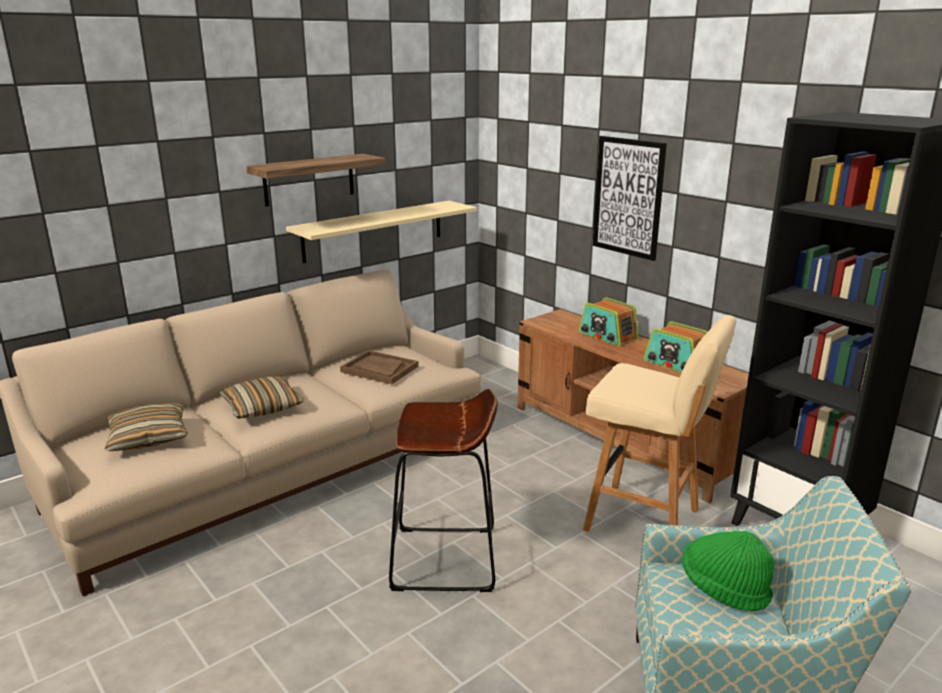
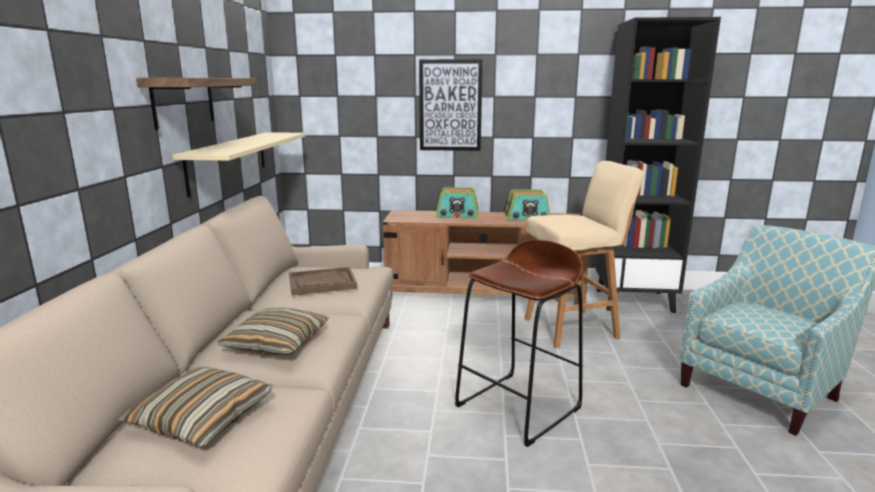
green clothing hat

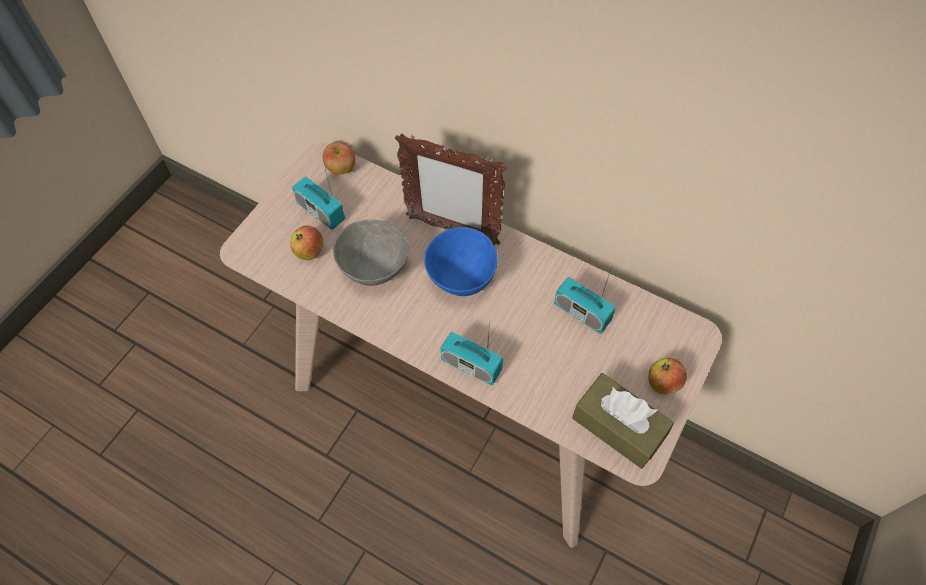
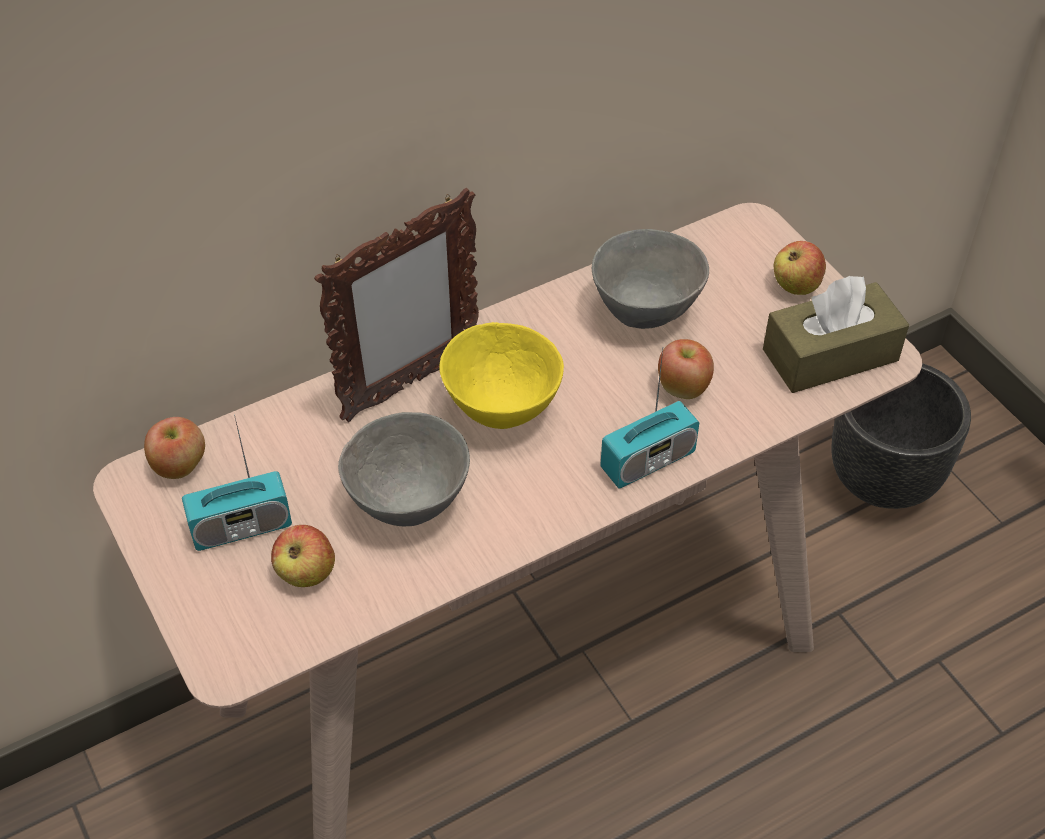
yellow serving bowl
gray serving bowl (no. 2 from left)
whole apple (no. 3 from left)
black plant pot

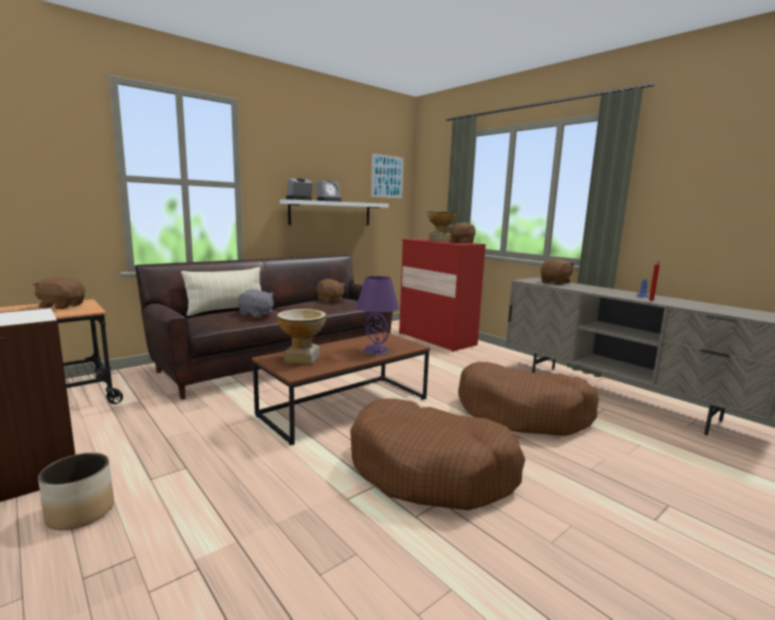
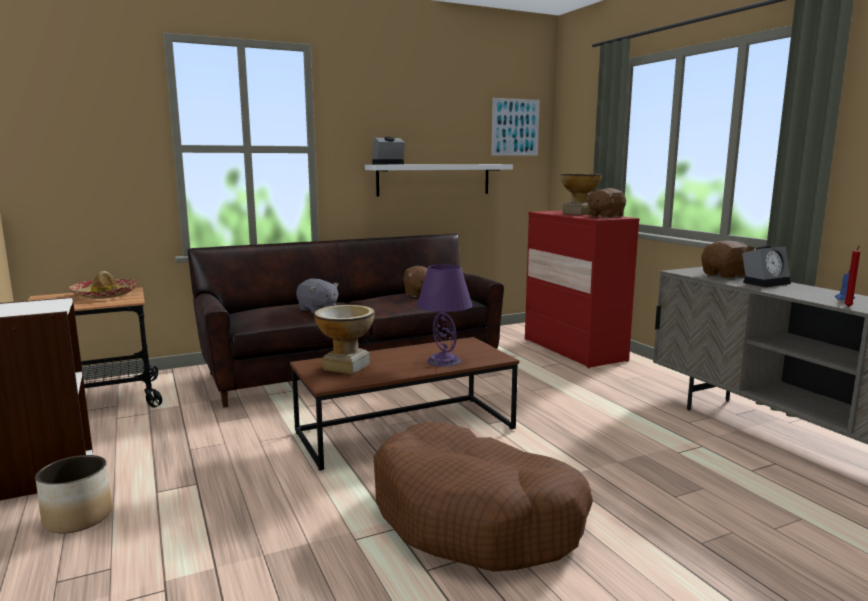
table clock (no. 2 from left)
sand-coloured cushion
clothing hat
brown-coloured dog cushion (no. 2 from left in the first image)

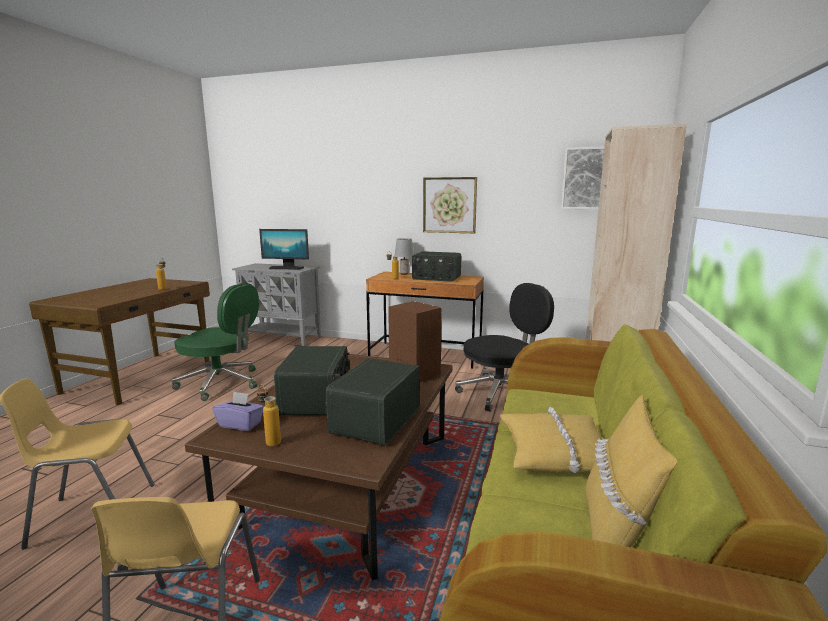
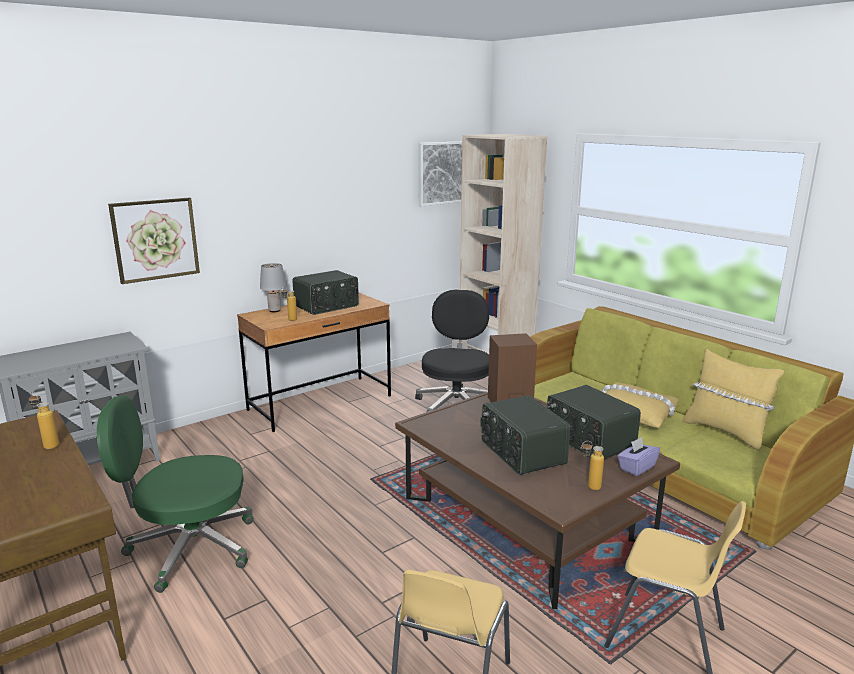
picture (no. 1 from left)
computer display
green computer chair
radio (no. 2 from left)
purplish tissue holder

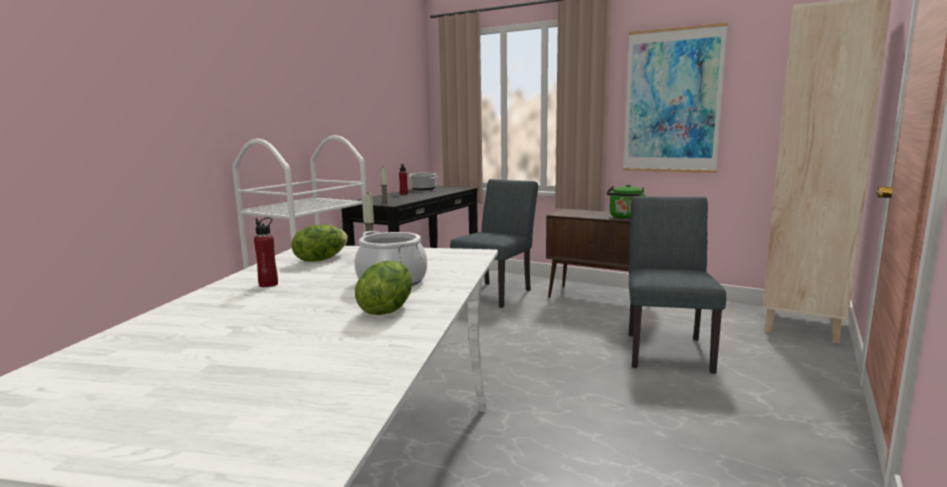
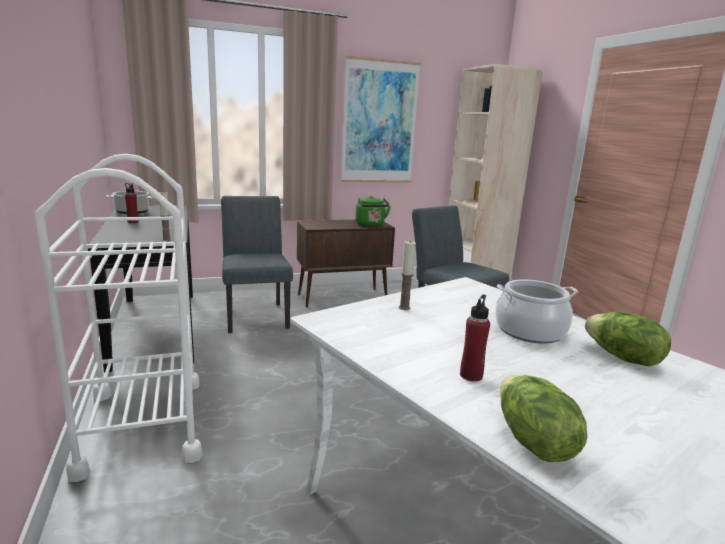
lettuce head (no. 1 from left)

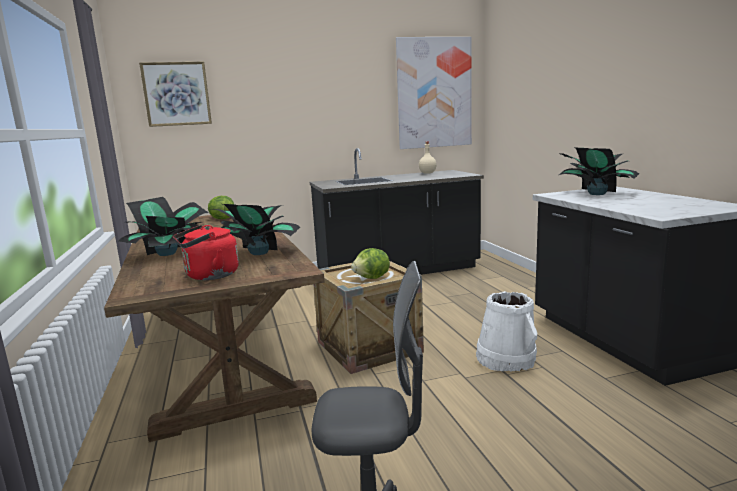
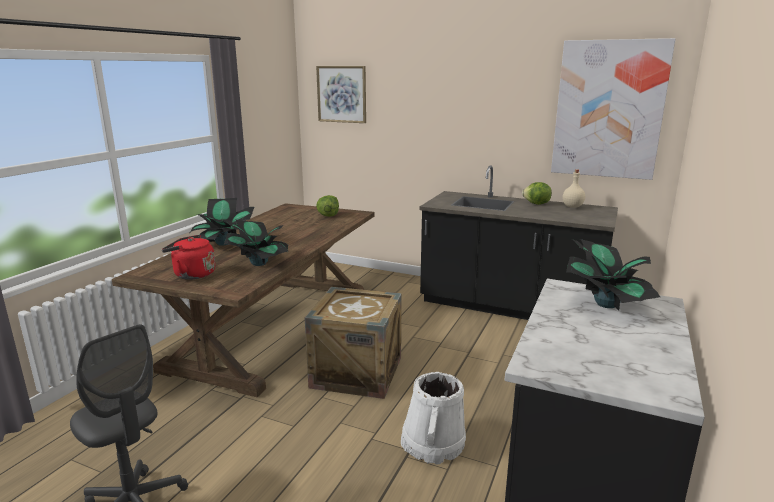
lettuce head (no. 2 from left)

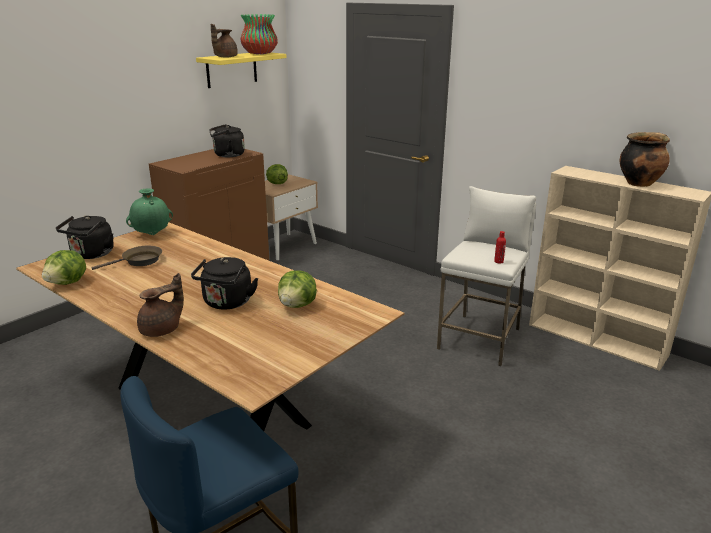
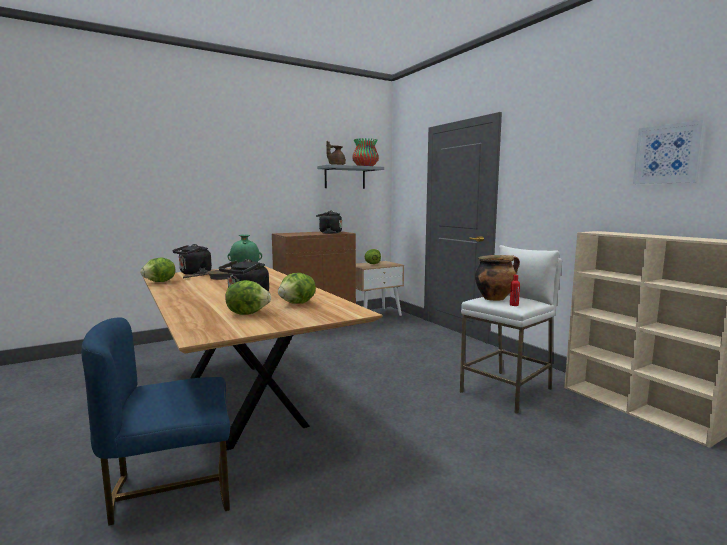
gray shelf
stockpot
brown-coloured tea pot (no. 1 from left in the first image)
picture
lettuce head (no. 2 from left)

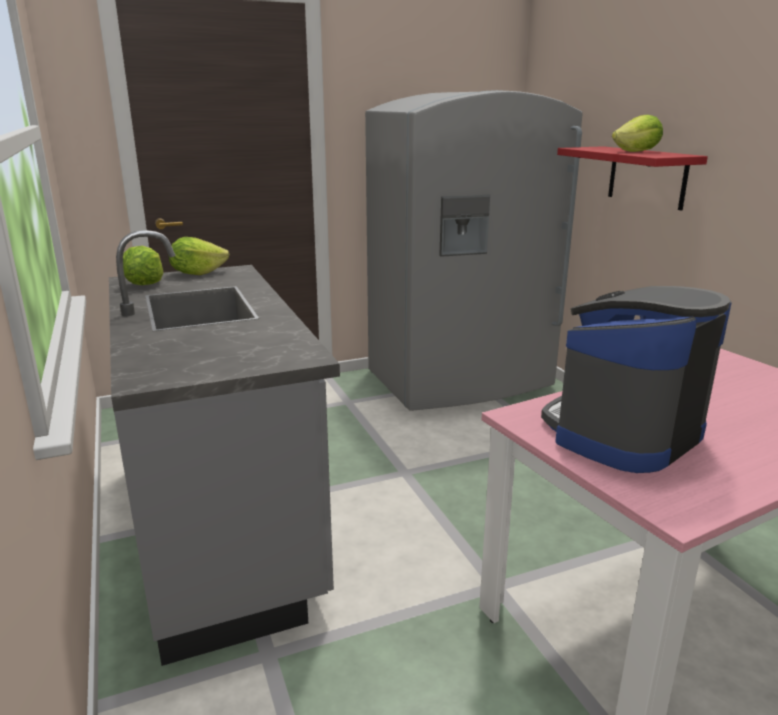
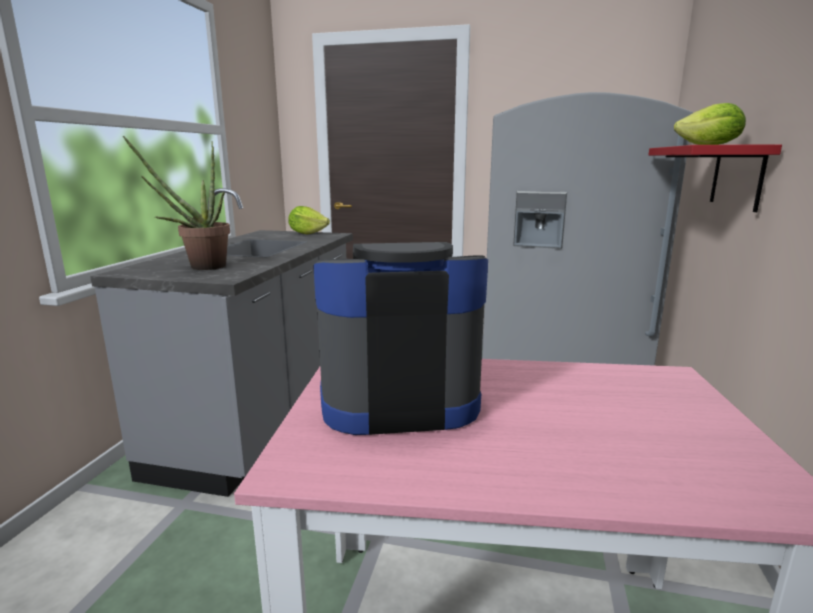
lettuce head (no. 1 from left in the first image)
plant in a pot

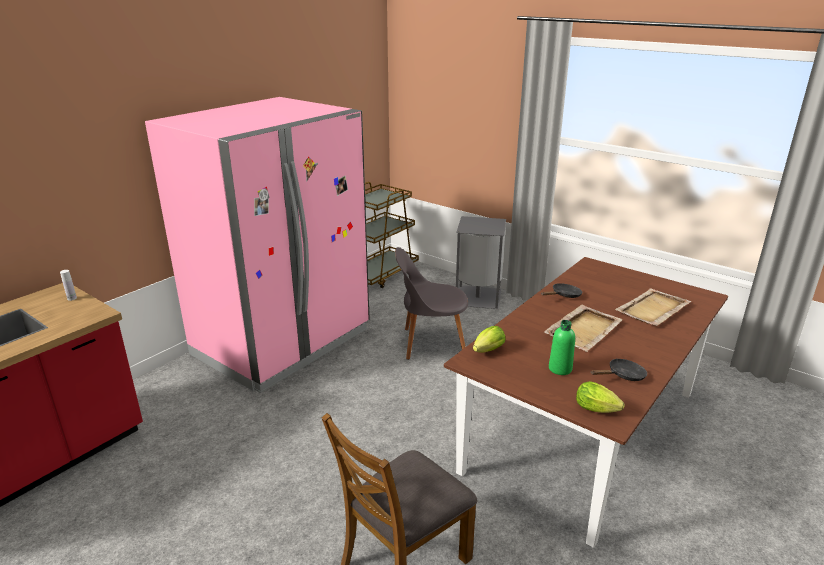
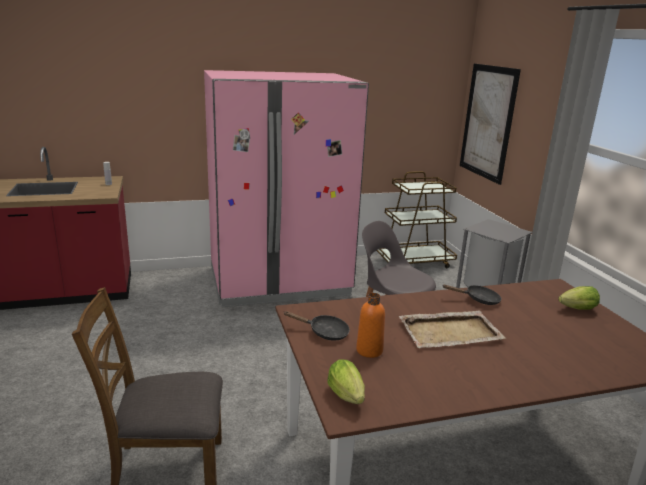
sand-coloured serving tray (no. 2 from left in the first image)
orangey beverage bottle
lettuce head (no. 2 from left)
black skillet (no. 1 from left)
picture

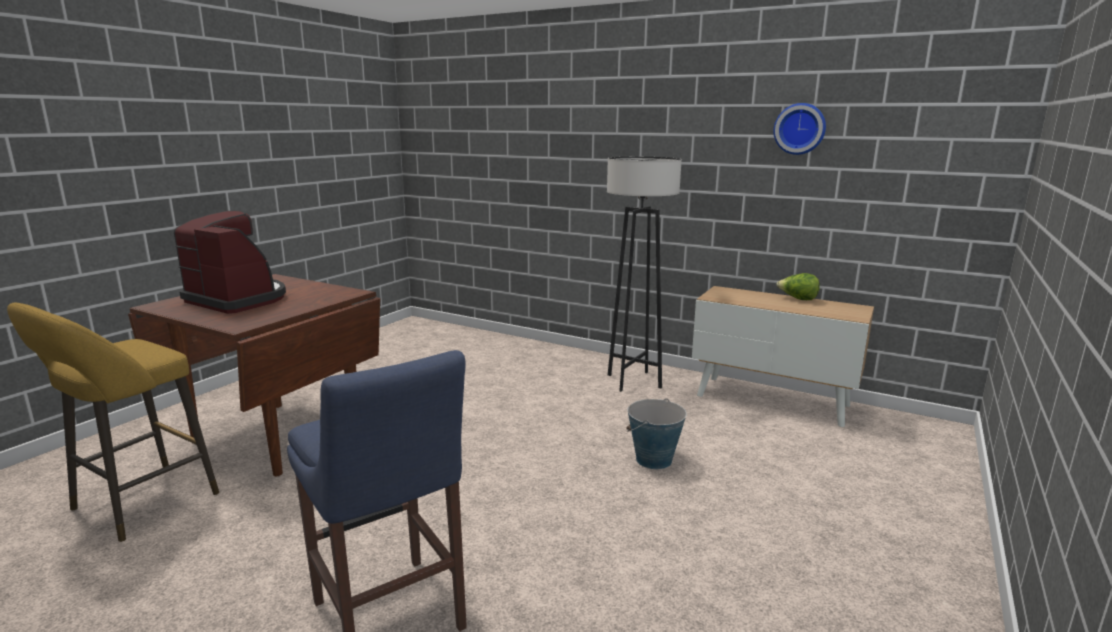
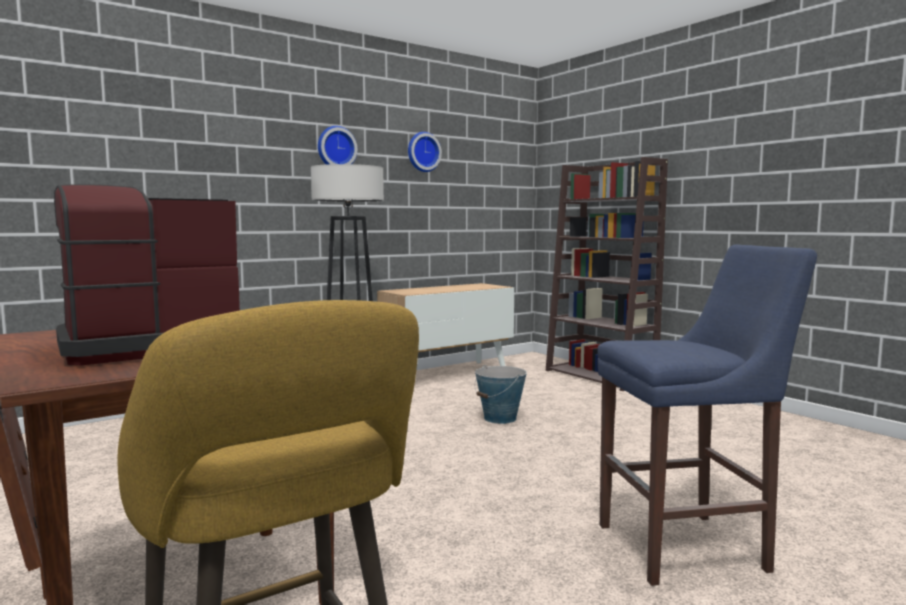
lettuce head
wall clock (no. 1 from left)
brown-coloured bookcase

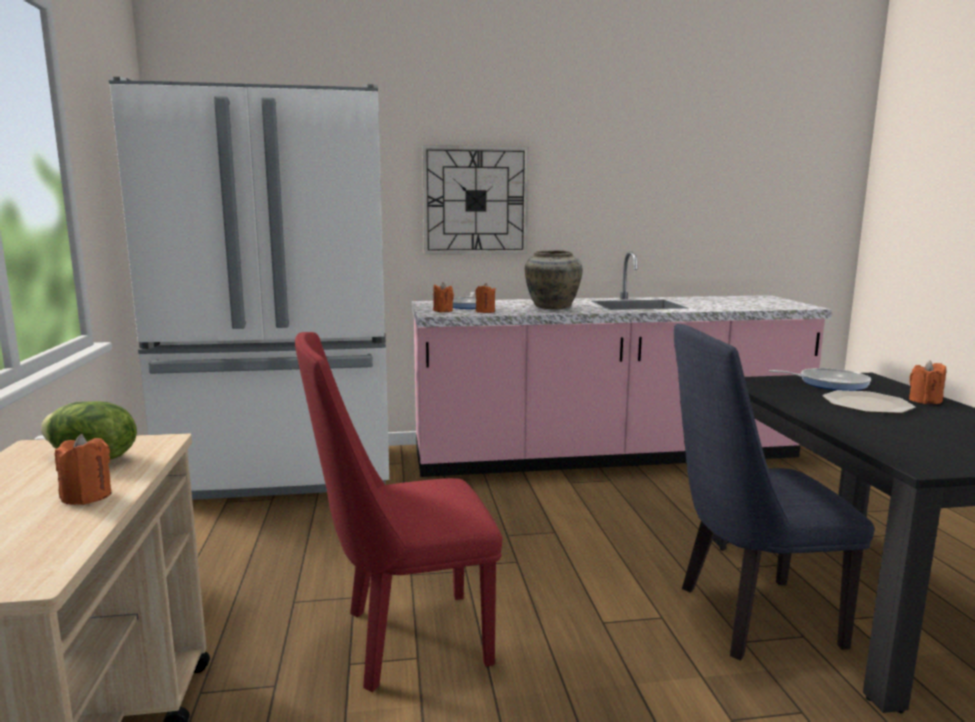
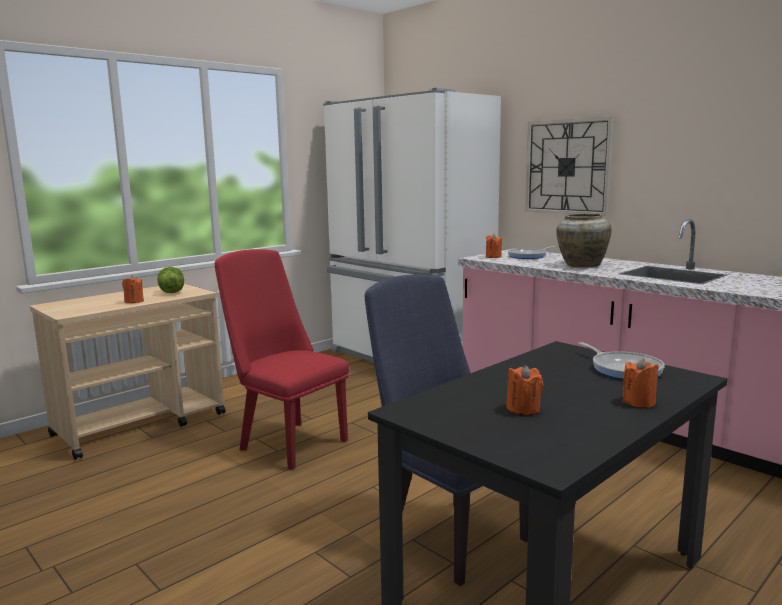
orangey wax light (no. 3 from left)
flat dish

